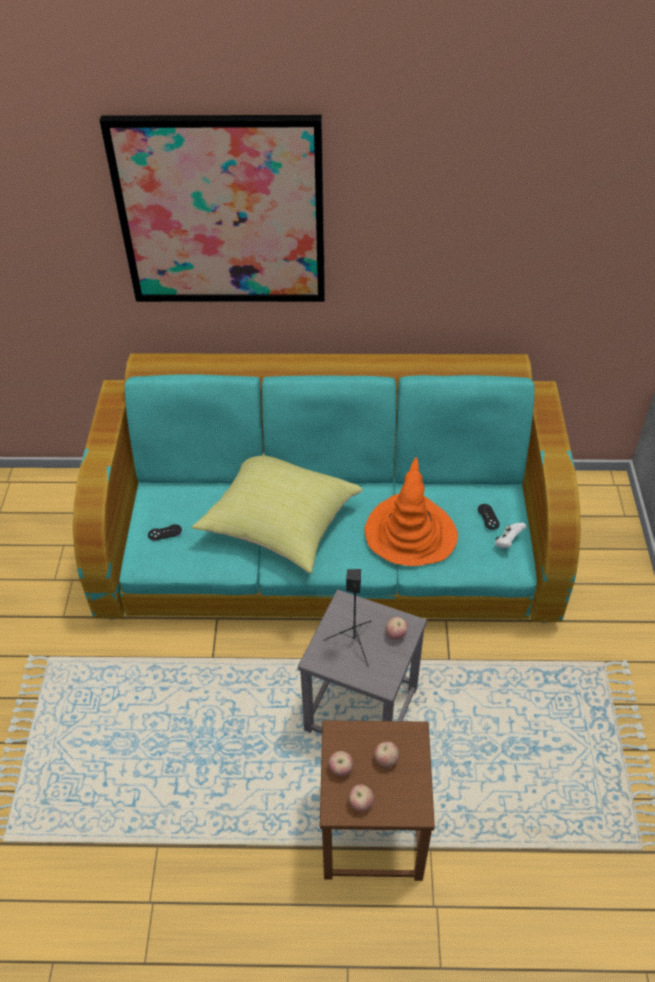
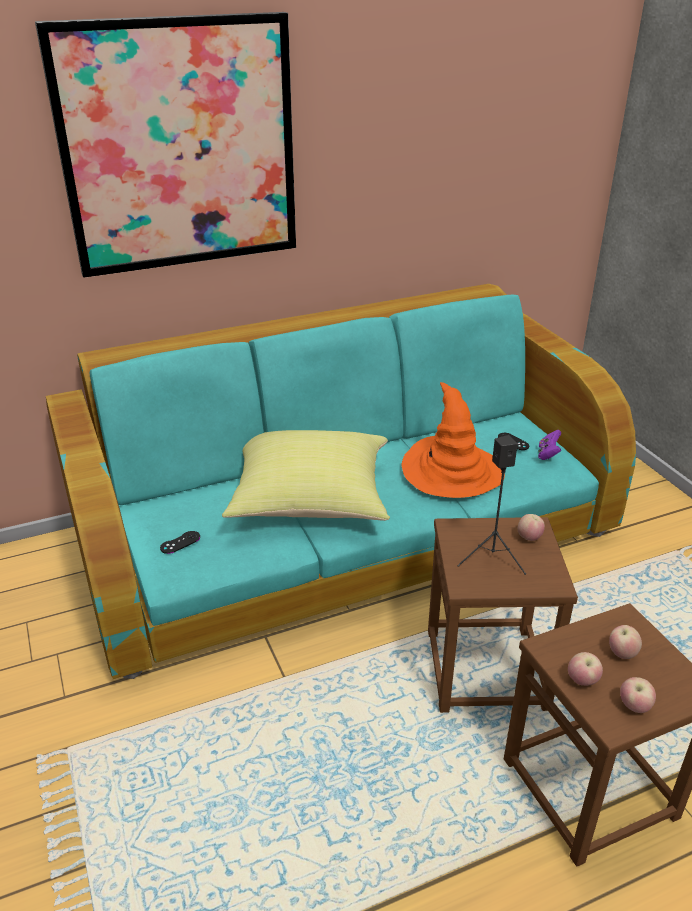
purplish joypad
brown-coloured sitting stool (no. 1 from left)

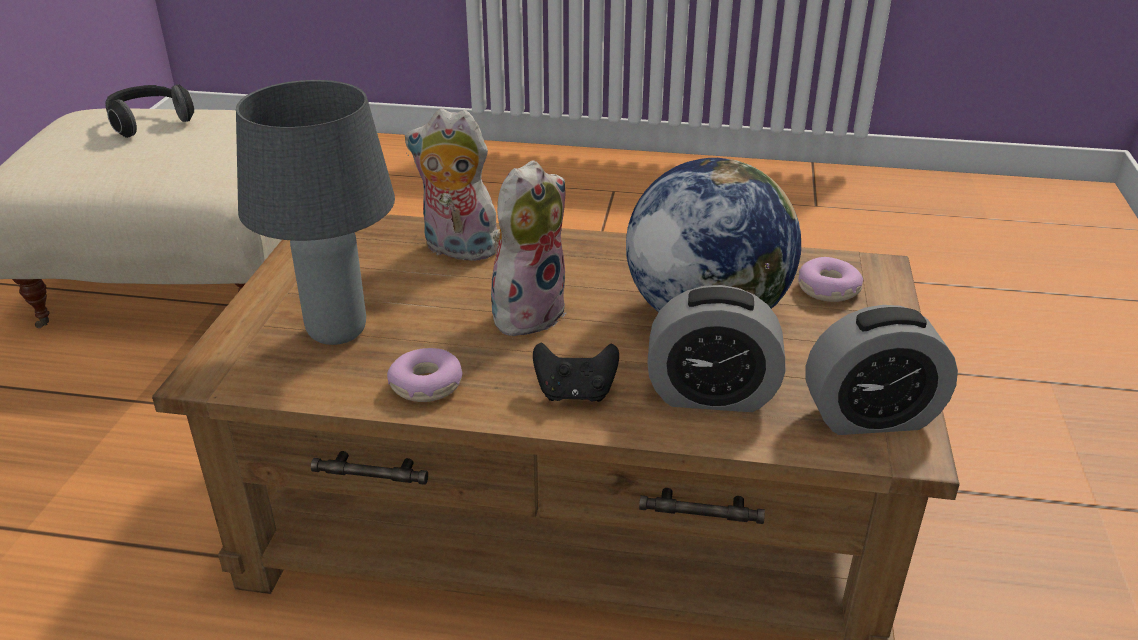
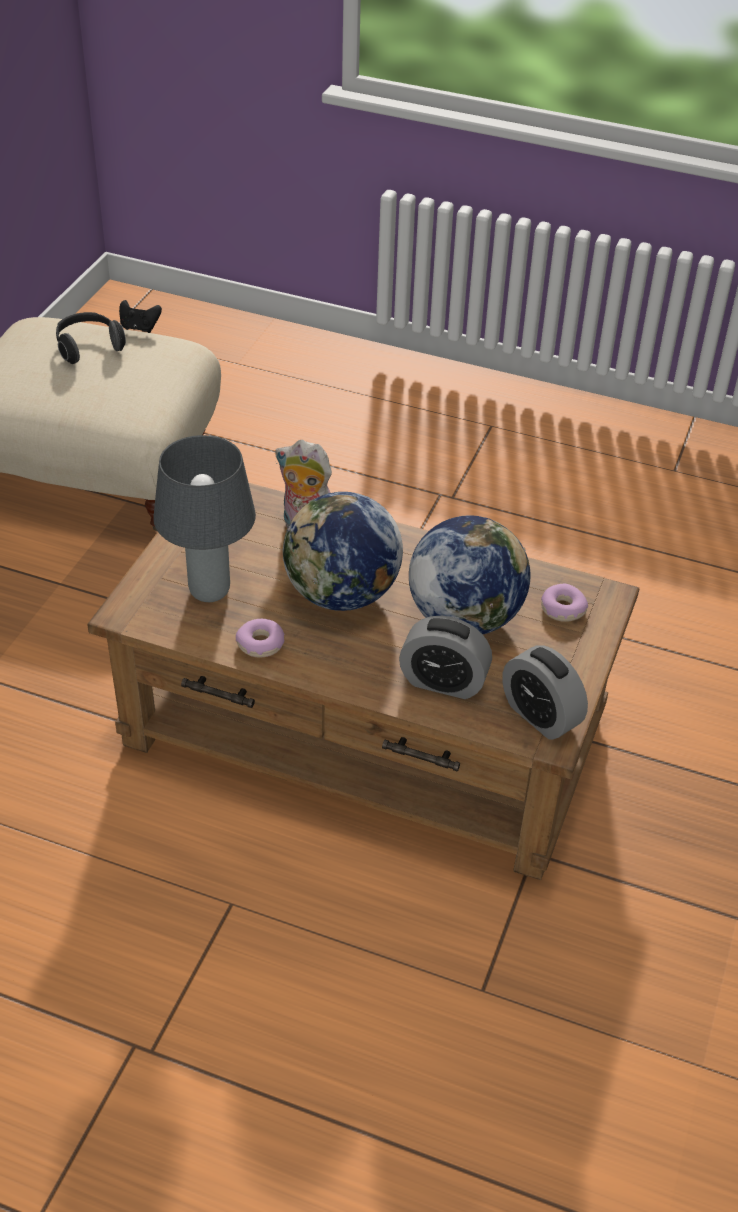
world globe (no. 1 from left)
table clock (no. 2 from left)
black joypad

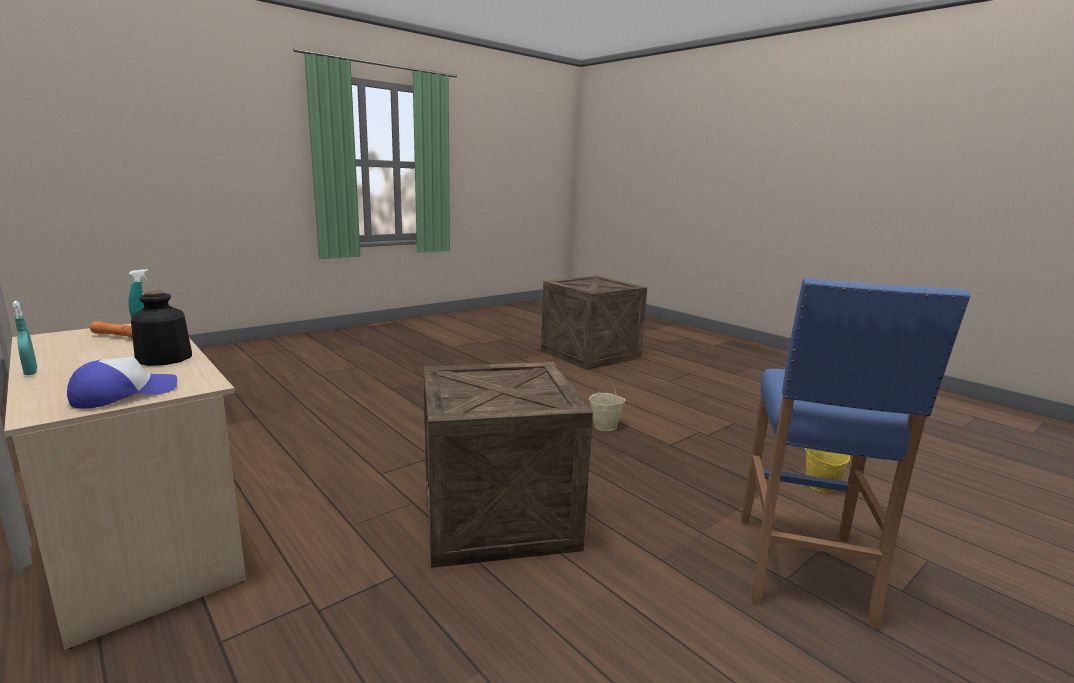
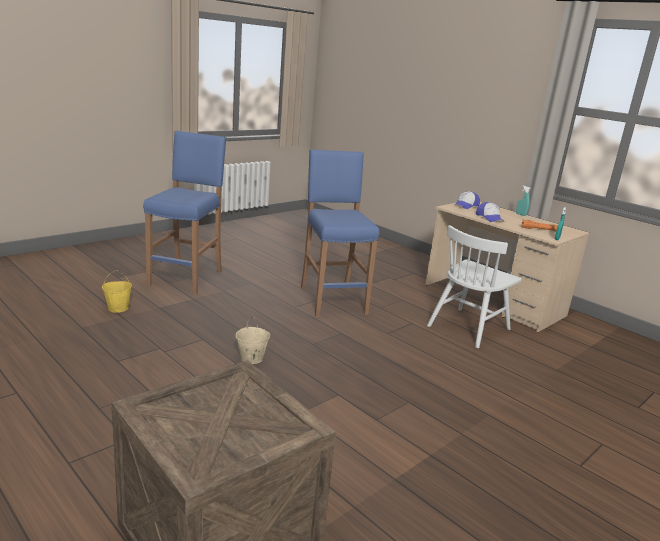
cap (no. 2 from left)
bluish sitting stool (no. 2 from left)
whitish plain chair

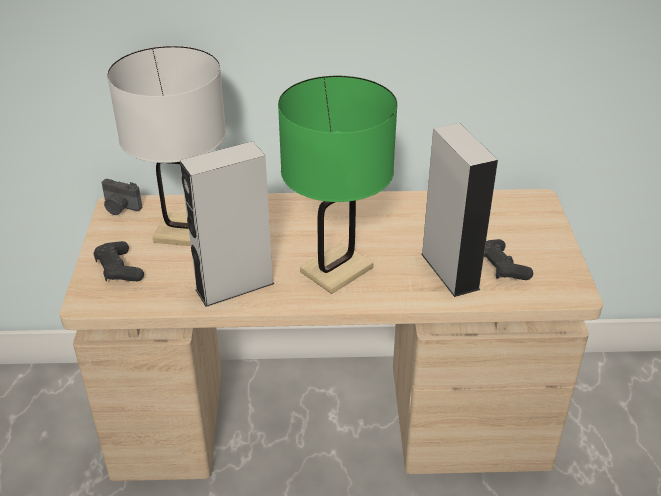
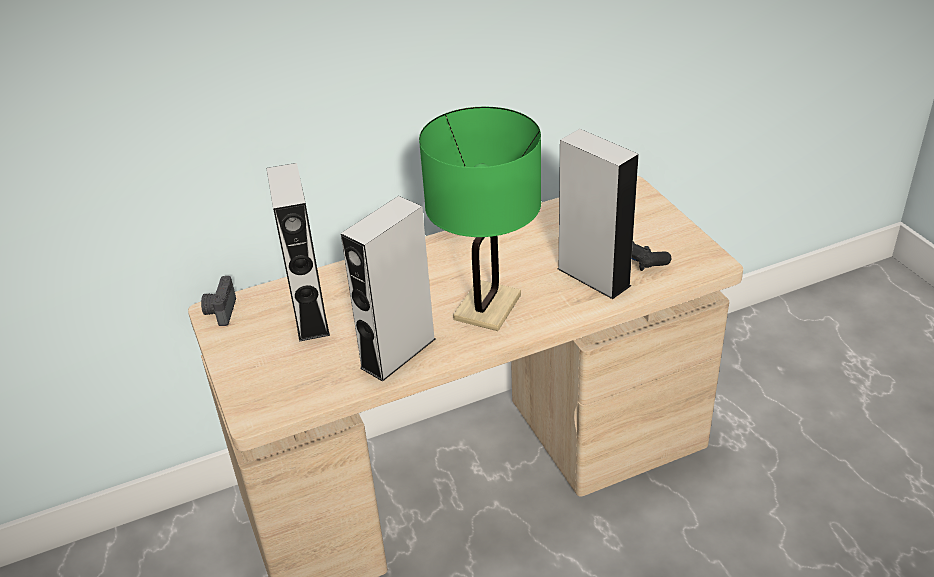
gray speaker (no. 1 from left)
photo camera
black joypad (no. 1 from left in the first image)

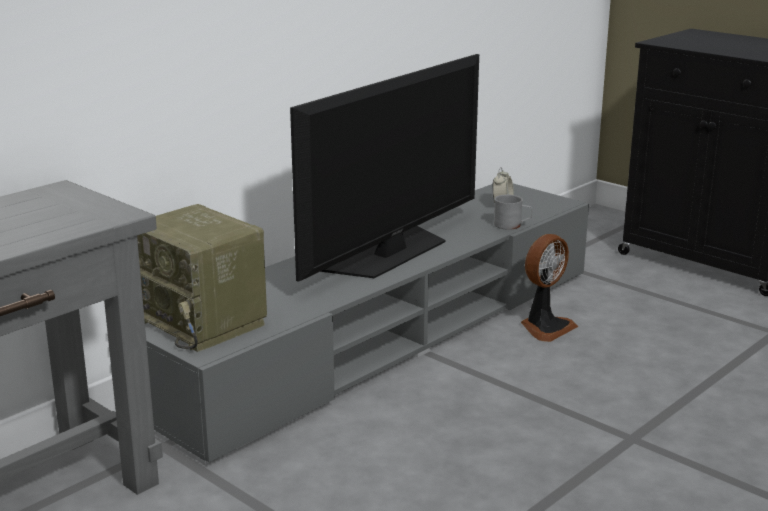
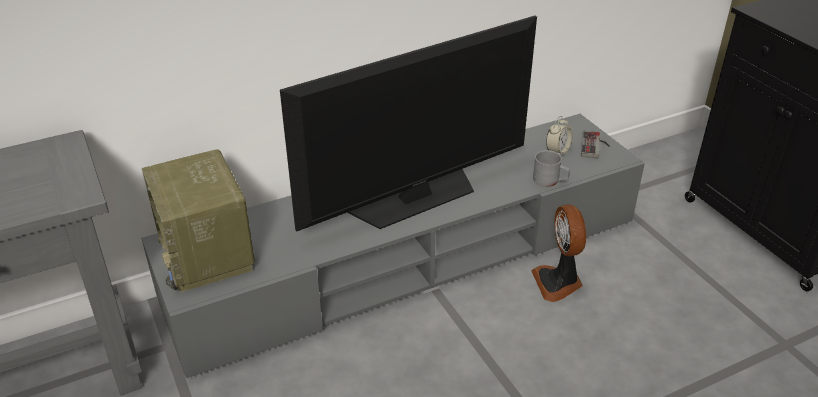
fan
joypad

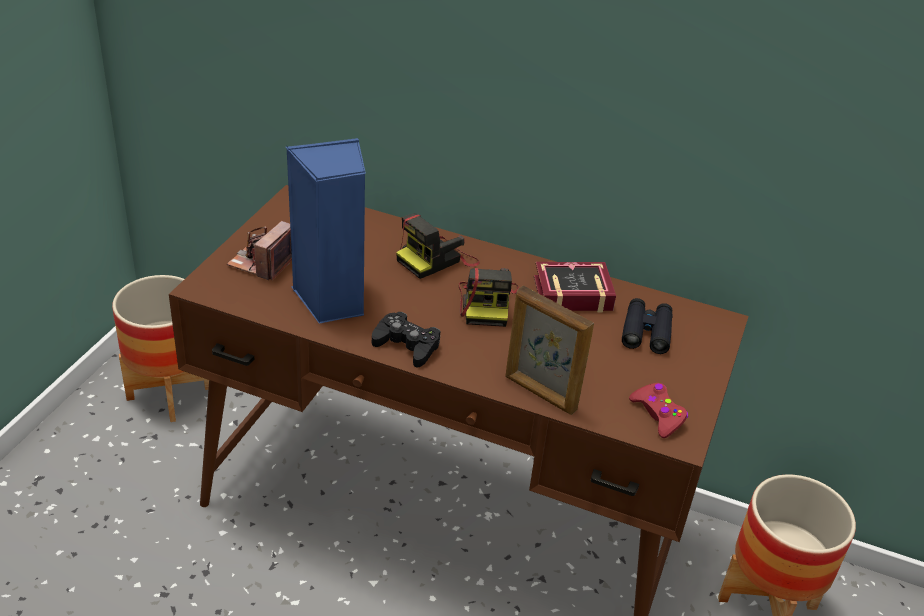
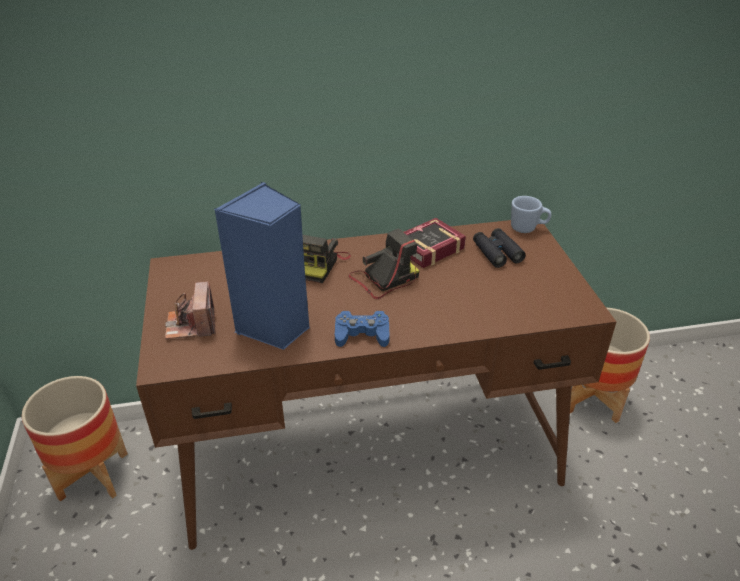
photo camera (no. 3 from left)
picture frame
bluish joypad
reddish joypad
bluish coffee mug

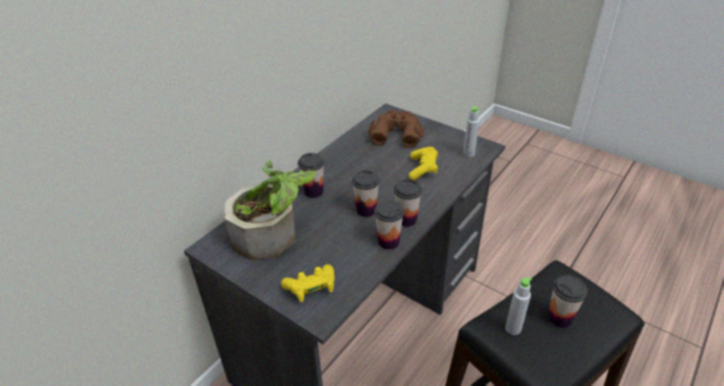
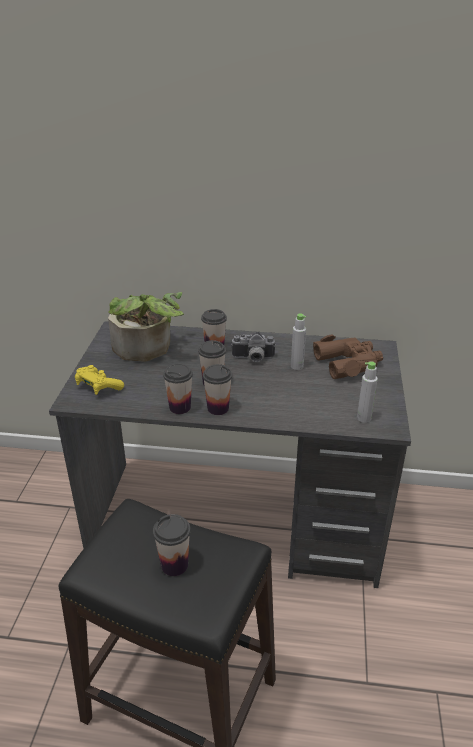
yellow joypad (no. 2 from left in the first image)
gray beverage bottle (no. 1 from left)
photo camera

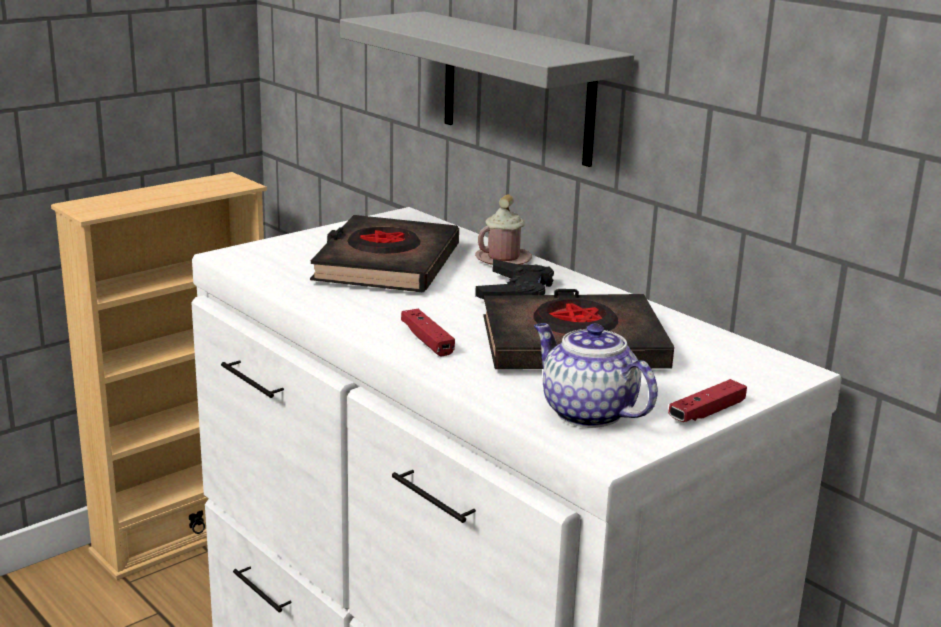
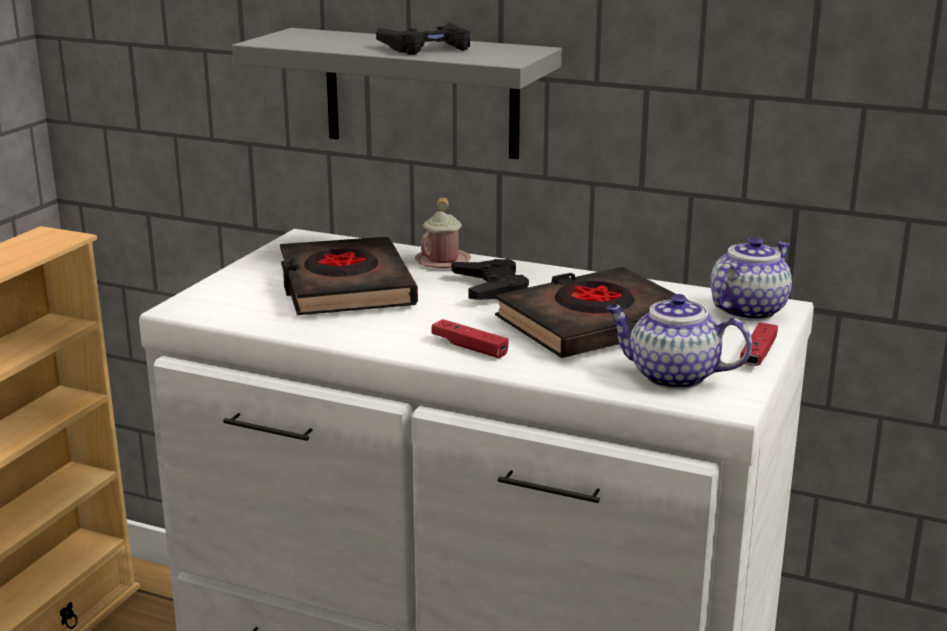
black joypad (no. 1 from left)
tea pot (no. 2 from left)

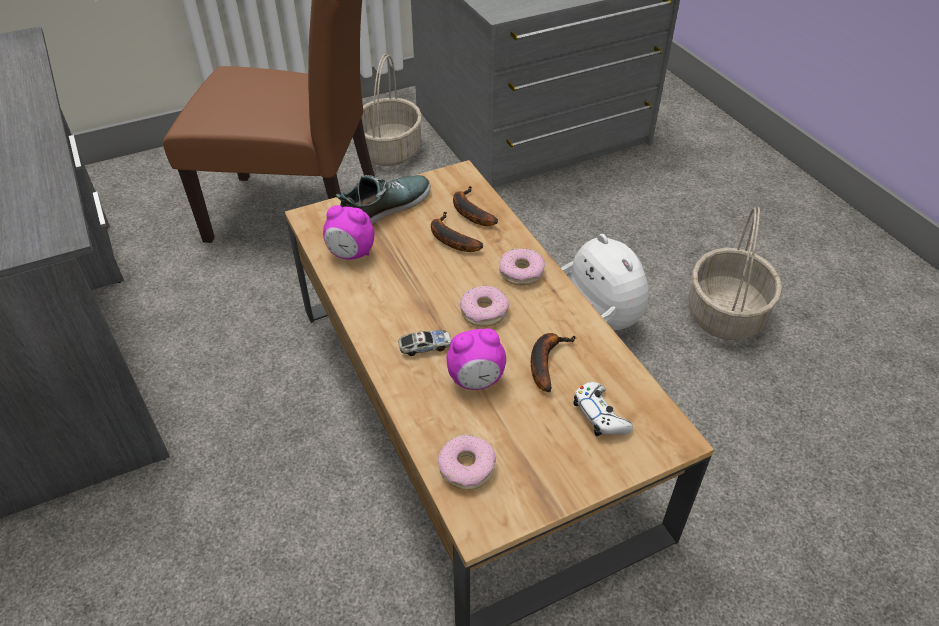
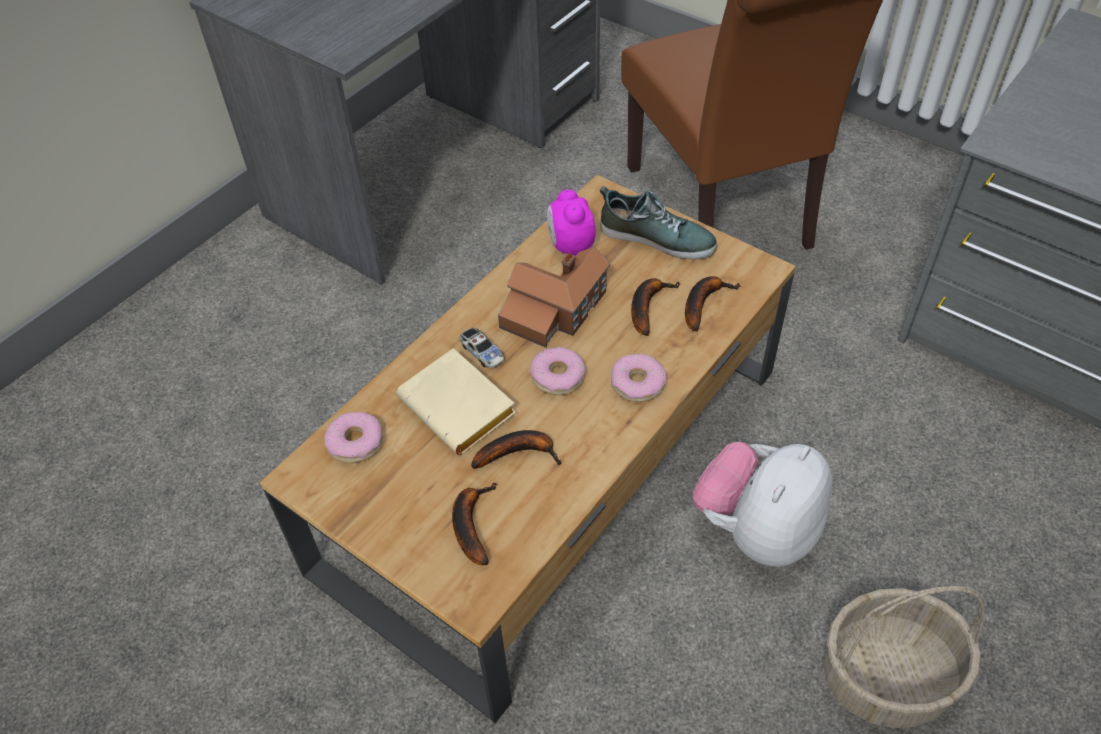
basket (no. 1 from left in the first image)
sand-coloured book
whole banana (no. 1 from left)
toy house

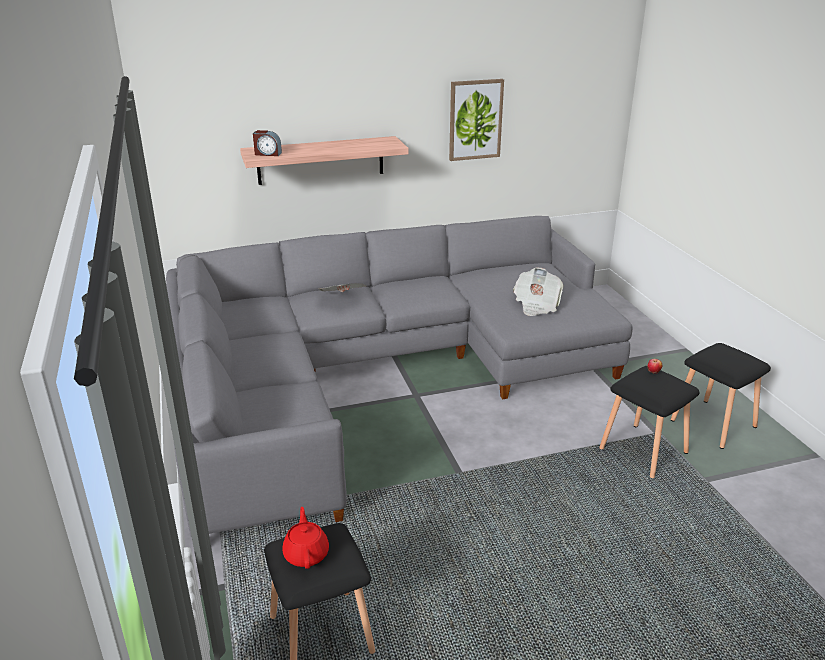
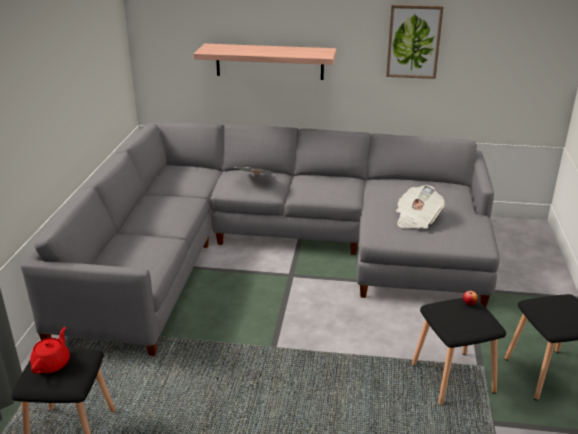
table clock

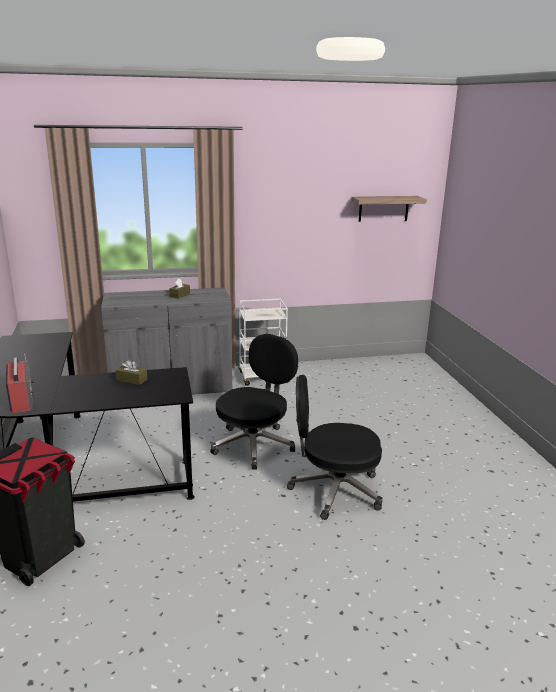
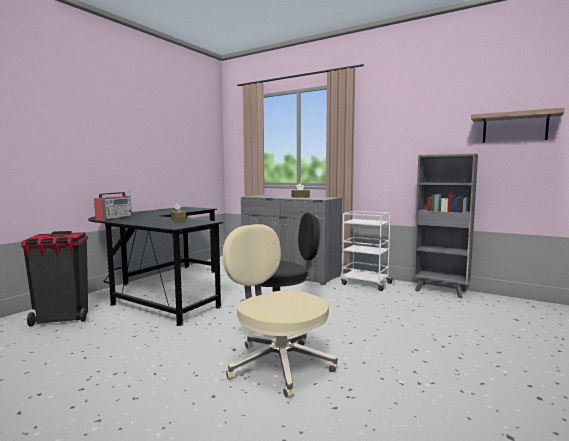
sand-coloured computer chair
gray bookcase

